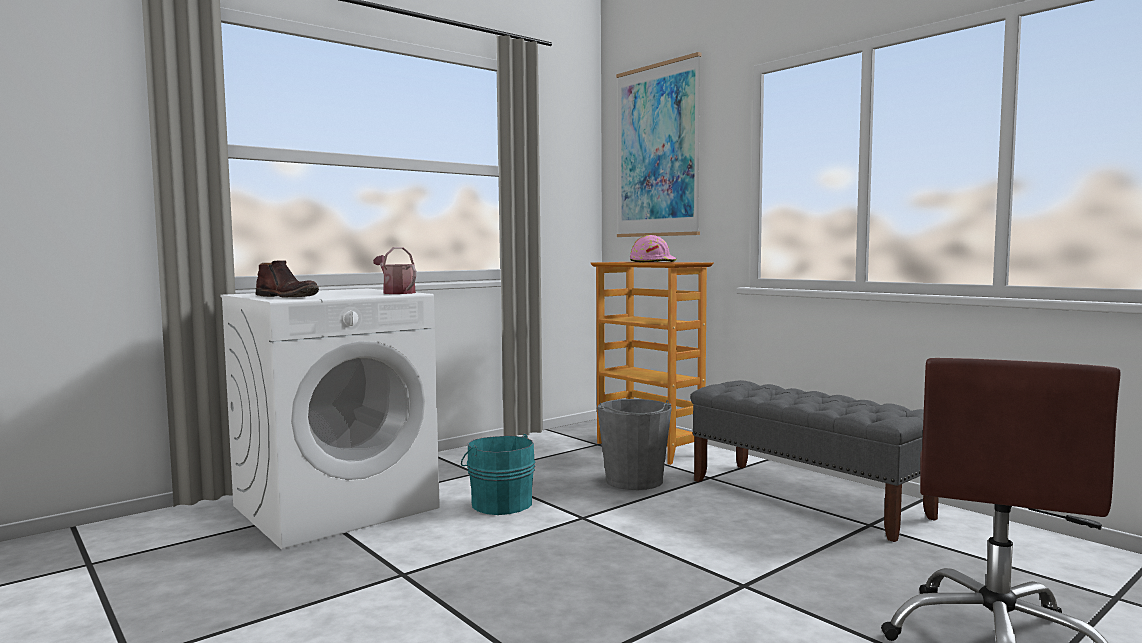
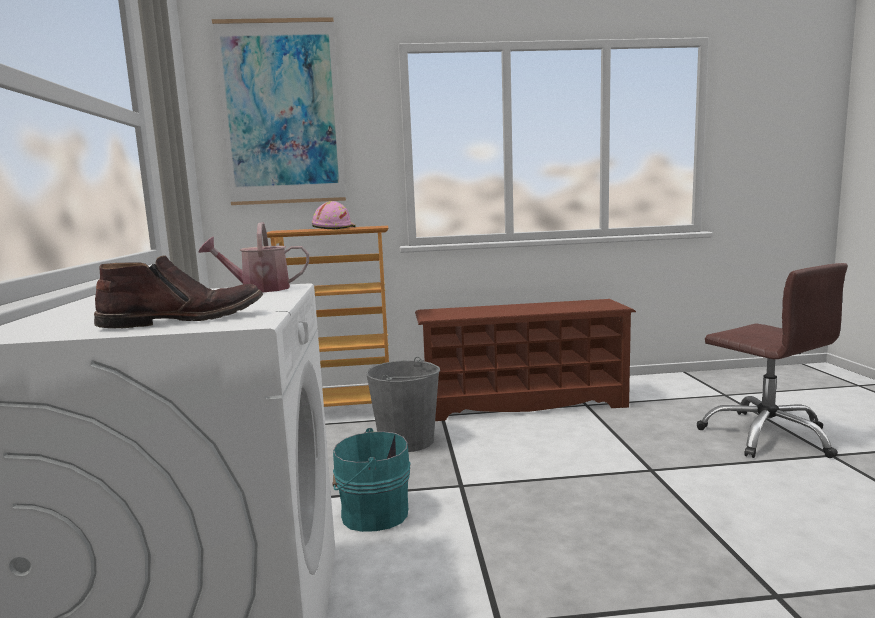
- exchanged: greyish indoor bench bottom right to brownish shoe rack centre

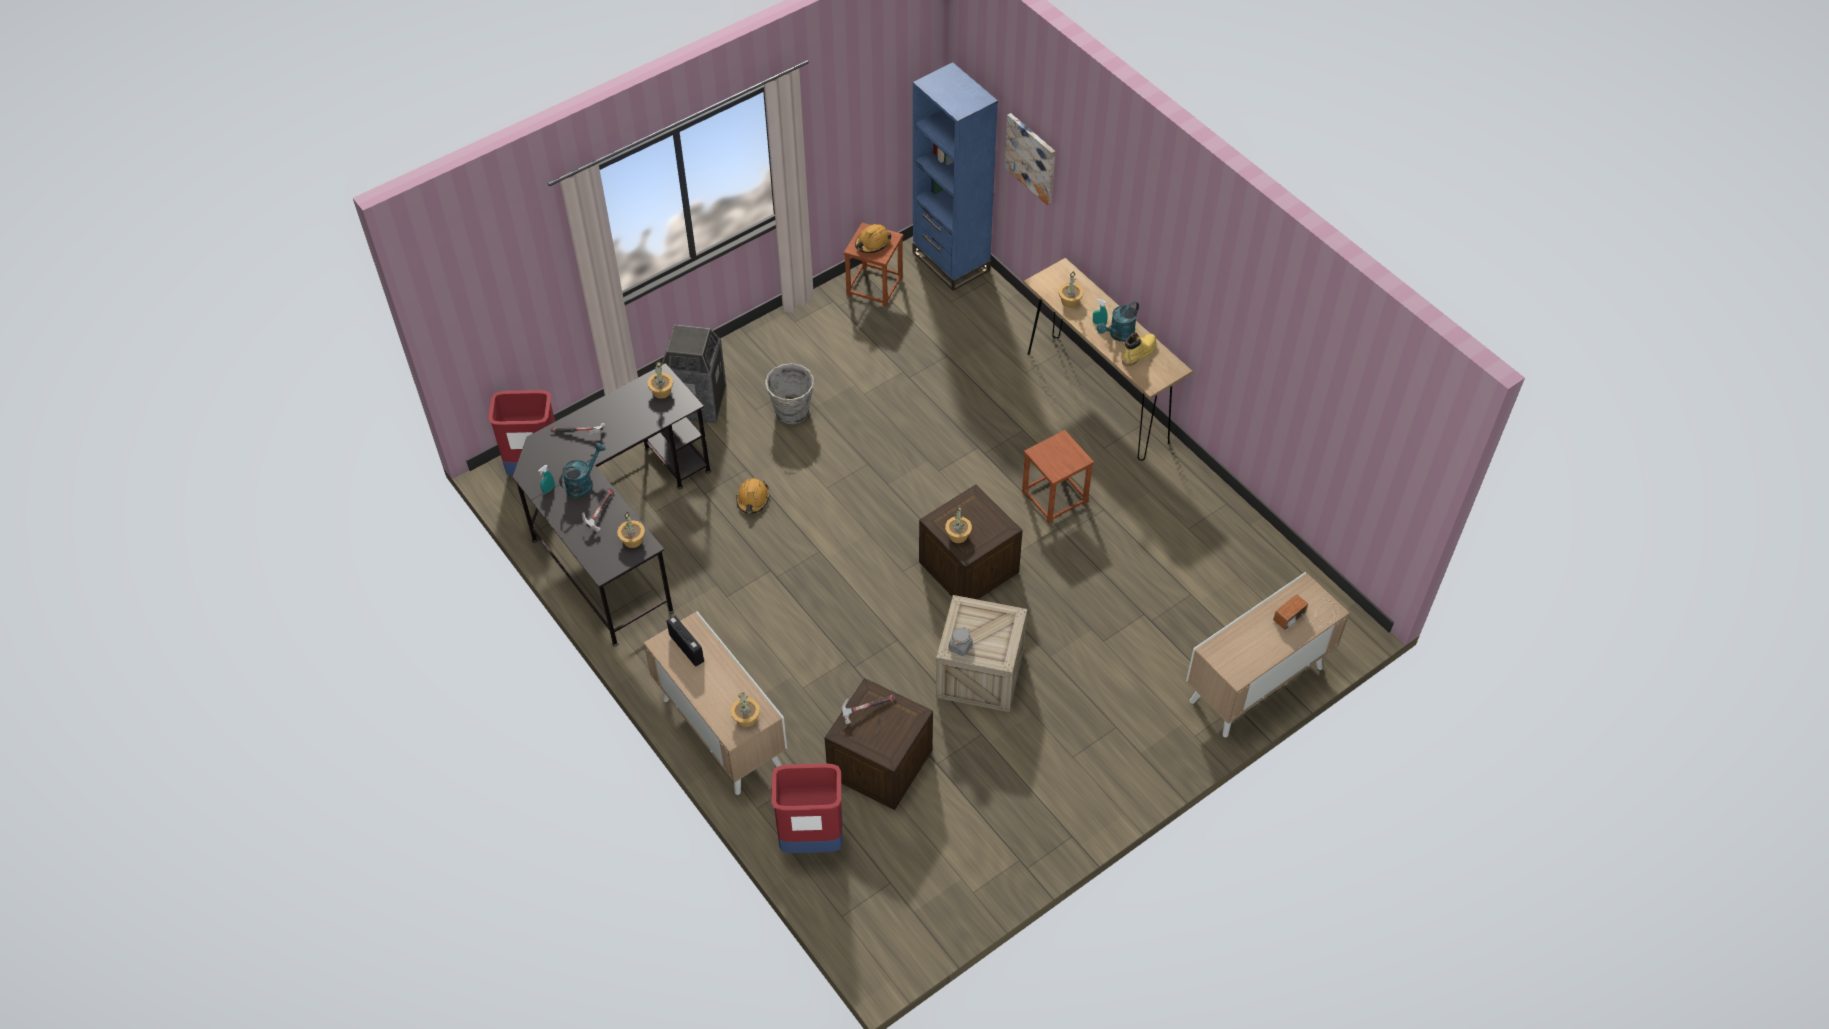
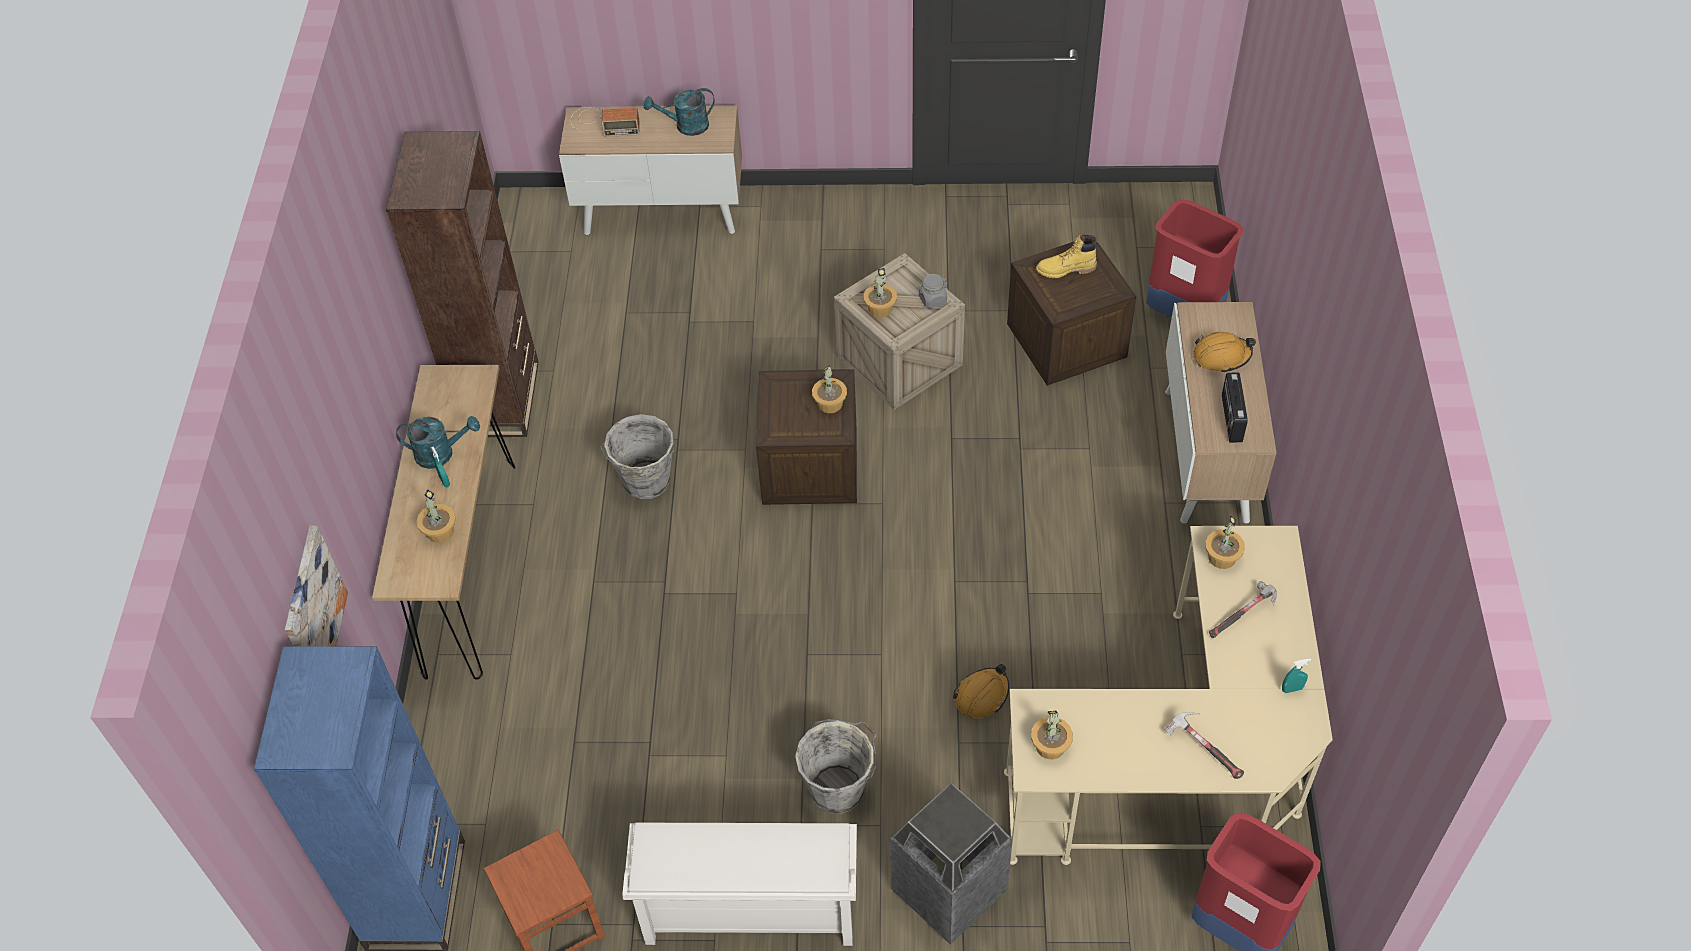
- missing: tool hammer (no. 3 from left) bottom centre
- appeared: brownish bookcase top left
- appeared: white shoe rack bottom centre
- relocated: blue-green watering can (no. 1 from left in the first image) middle left to blue-green watering can (no. 2 from left) top centre
- relocated: houseplant (no. 3 from left) bottom centre to top centre
- relocated: orangey hard hat (no. 2 from left) top centre to middle right
- relocated: yellow high-top boot centre to top centre
- exchanged: brownish stool seat (no. 2 from left) centre to greyish bucket (no. 1 from left) centre
- colour: blackish desk unit centre to beige-coloured desk unit bottom right

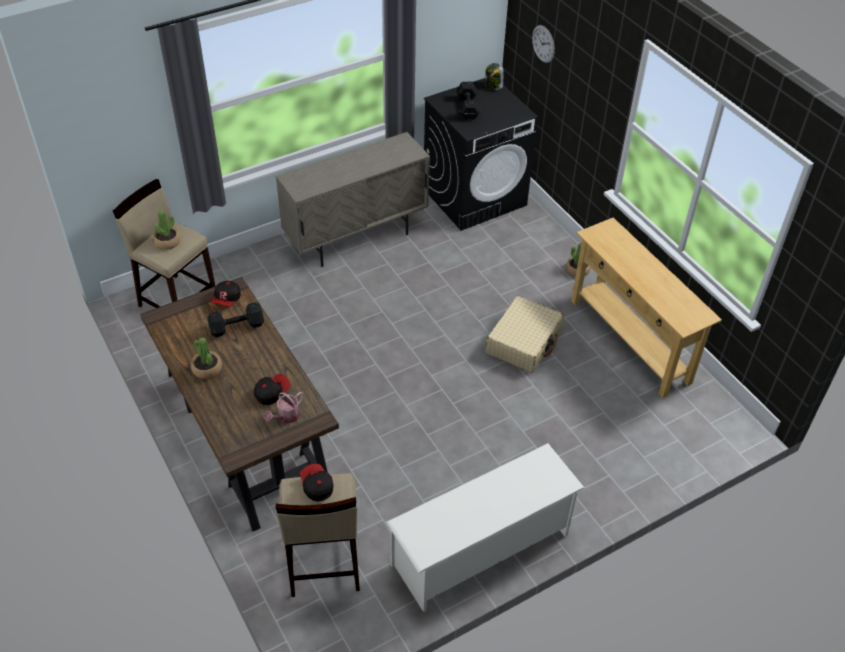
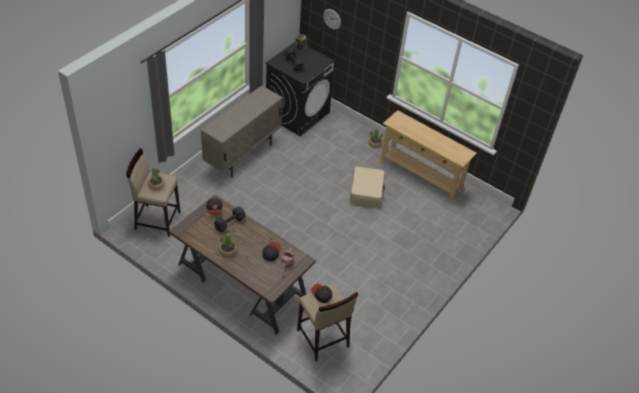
- missing: white shoe rack bottom centre

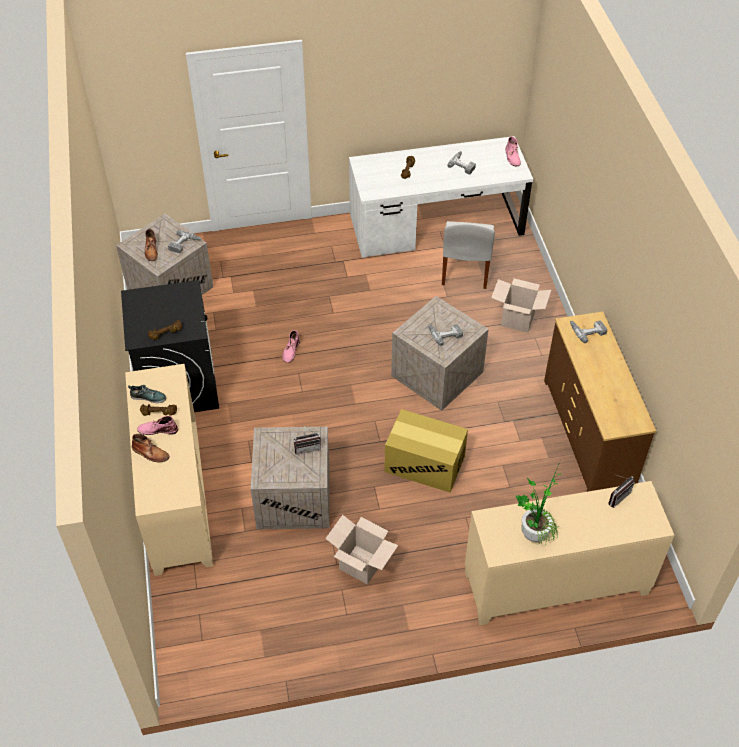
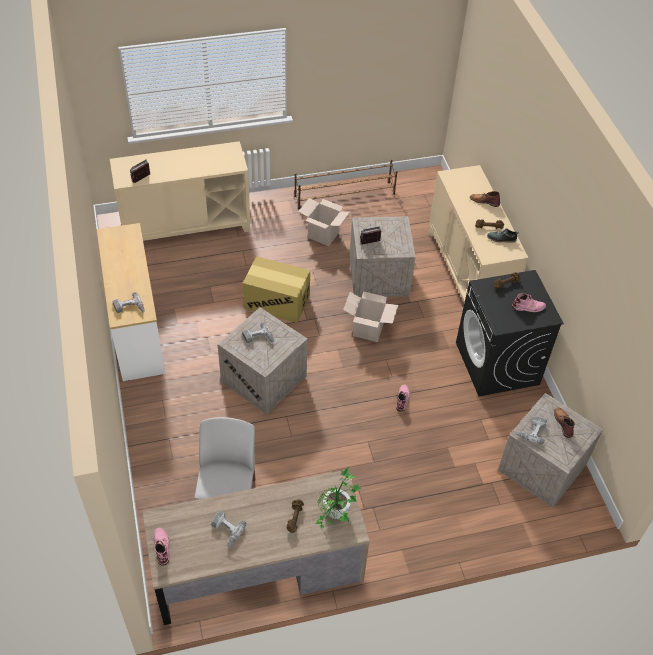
- appeared: brownish shoe rack top centre
- relocated: pinkish high-top boot (no. 1 from left in the first image) middle left to pinkish high-top boot (no. 3 from left) middle right
- relocated: cardboard box (no. 3 from left) middle right to centre
- relocated: houseplant bottom right to bottom centre
- colour: white desk unit top centre to brownish desk unit bottom centre
- colour: brownish drawer chest middle right to white drawer chest middle left

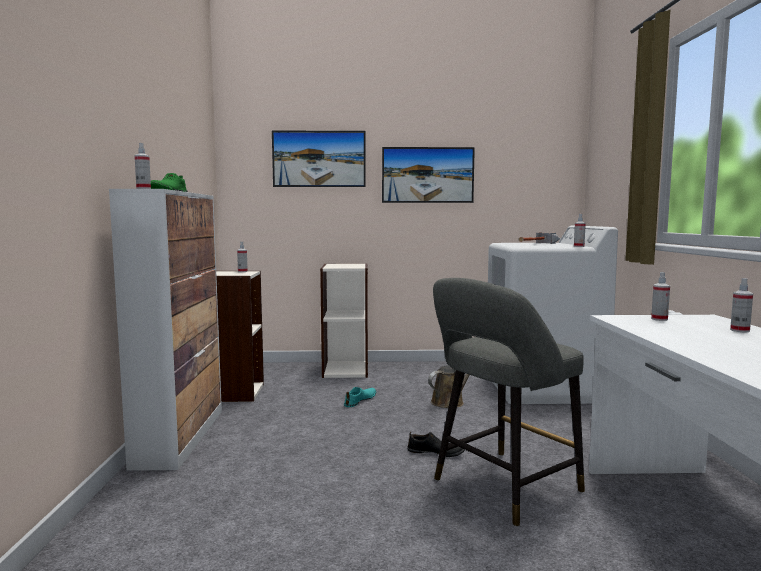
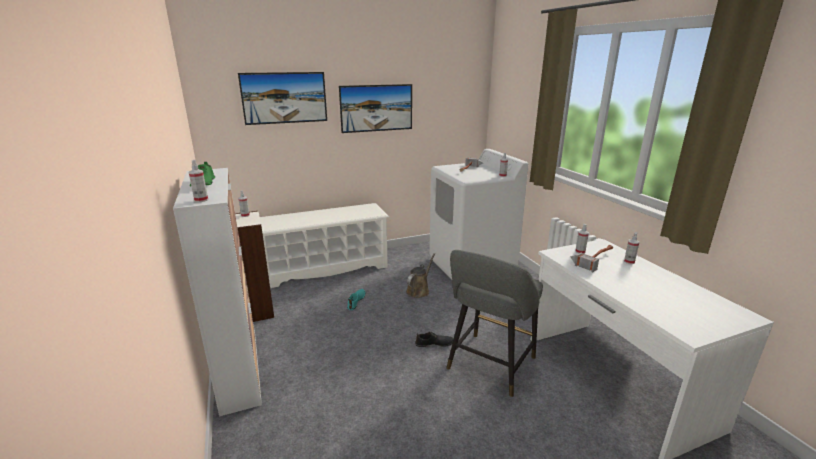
- appeared: tool hammer (no. 2 from left) middle right
- exchanged: bookcase (no. 2 from left) centre to white shoe rack centre

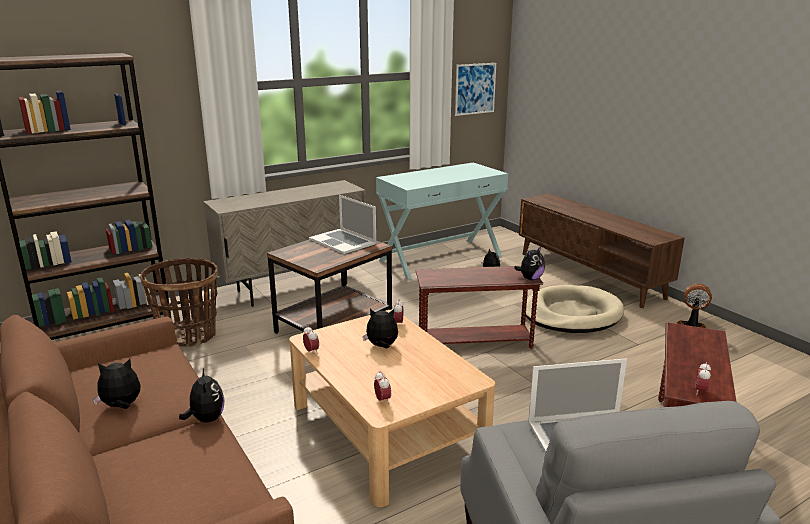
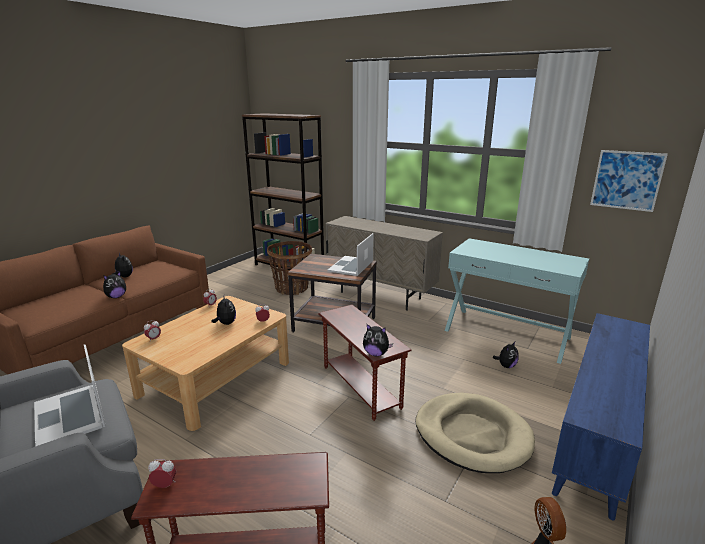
- colour: brownish tv stand middle right to blue-coloured tv stand bottom right

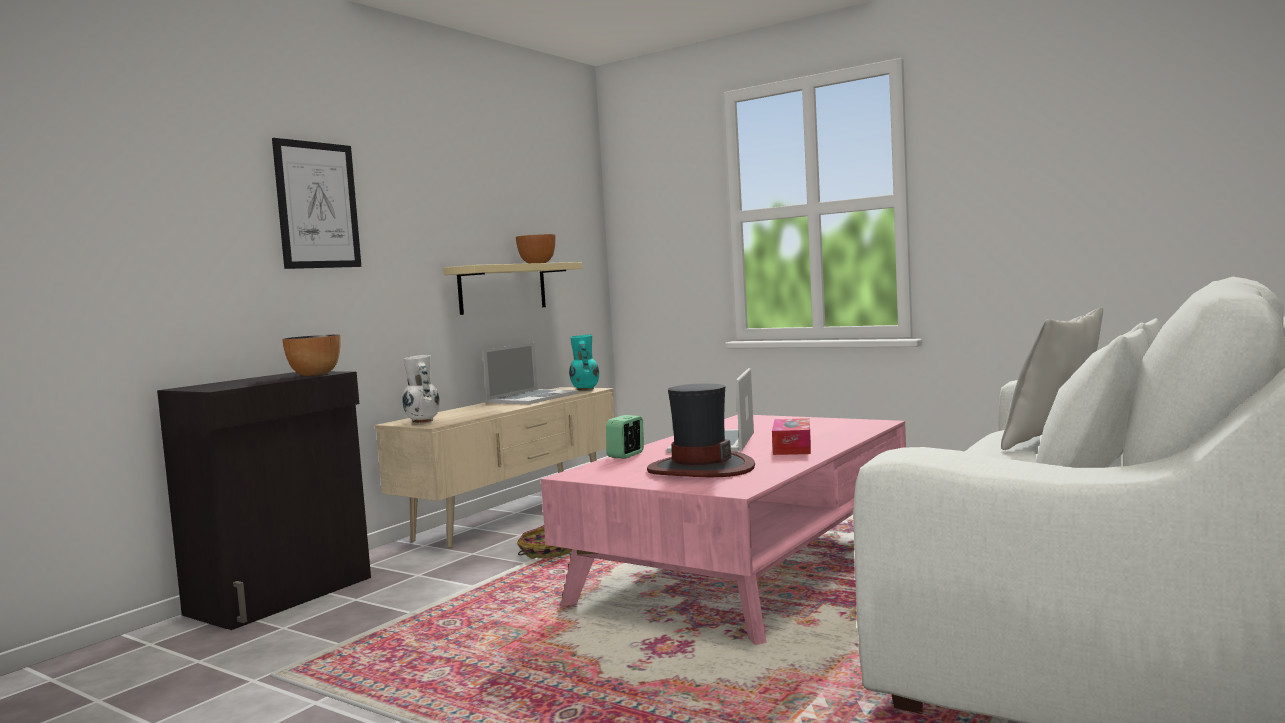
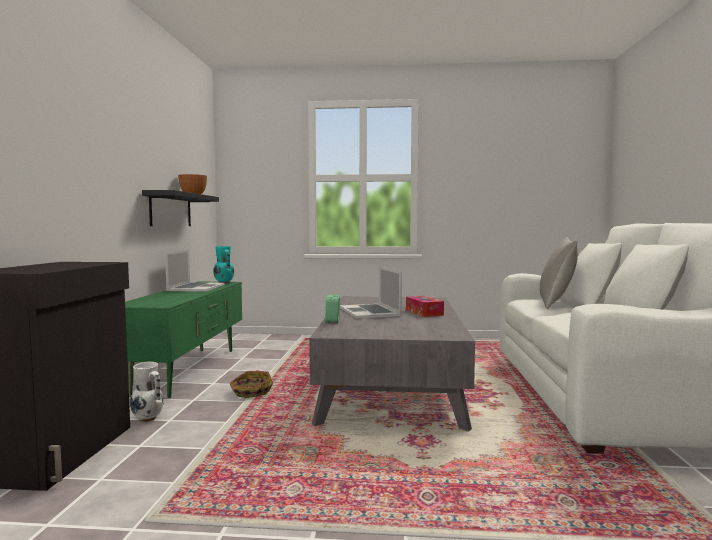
- missing: picture top left
- missing: bowl (no. 1 from left) middle left
- missing: clothing hat centre
- relocated: white decorative vase middle left to bottom left
- colour: beige-coloured tv stand centre to greenish tv stand middle left
- colour: beige-coloured bracket shelf centre to blackish bracket shelf middle left
- colour: pinkish lounge table bottom centre to greyish lounge table bottom centre

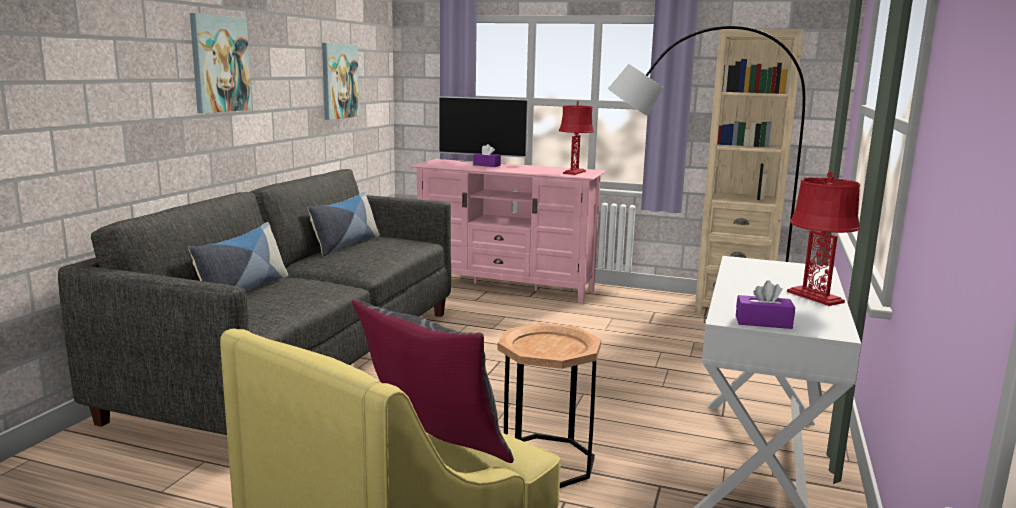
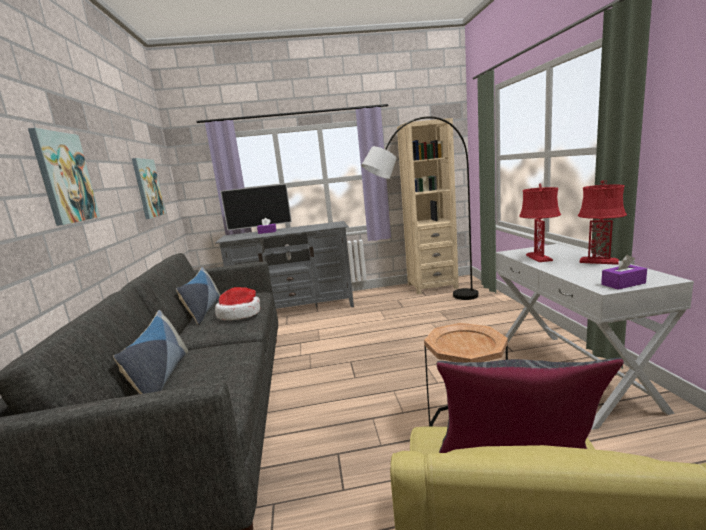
- appeared: clothing hat centre
- relocated: red table lamp (no. 1 from left) top centre to middle right
- colour: pinkish tv stand centre to greyish tv stand centre

